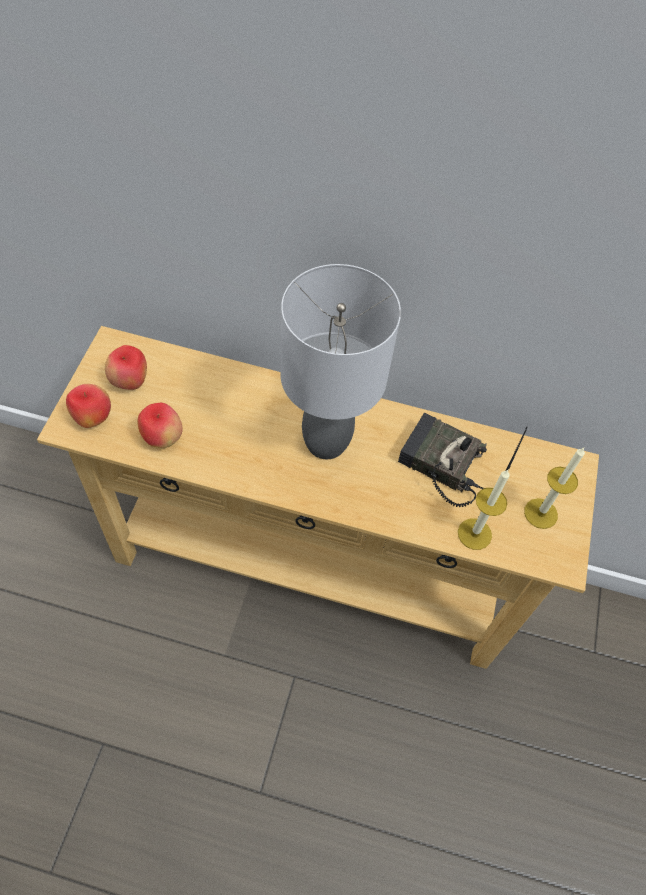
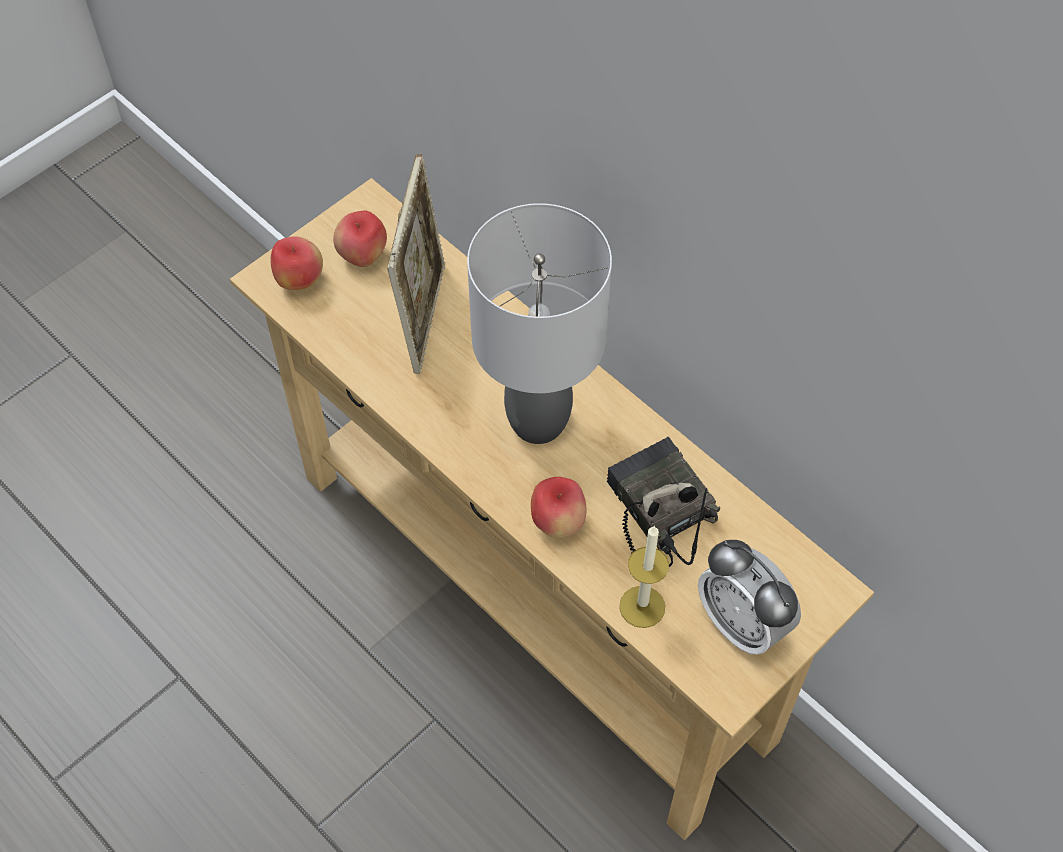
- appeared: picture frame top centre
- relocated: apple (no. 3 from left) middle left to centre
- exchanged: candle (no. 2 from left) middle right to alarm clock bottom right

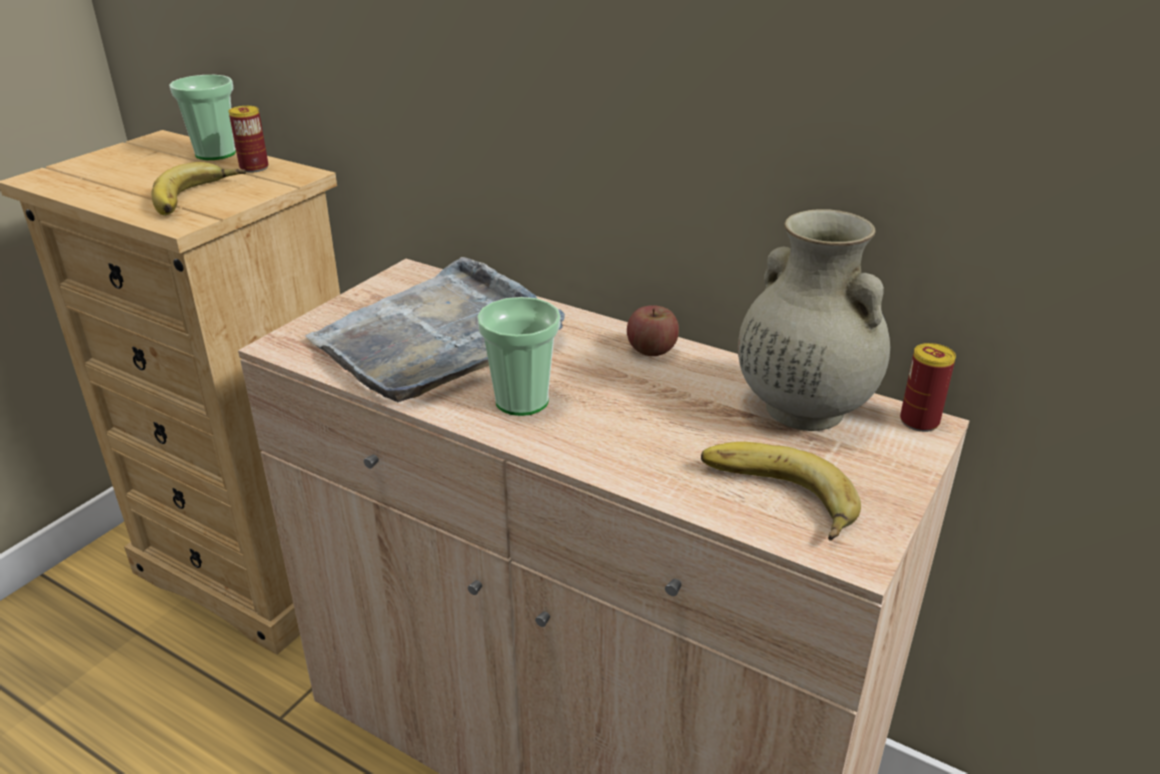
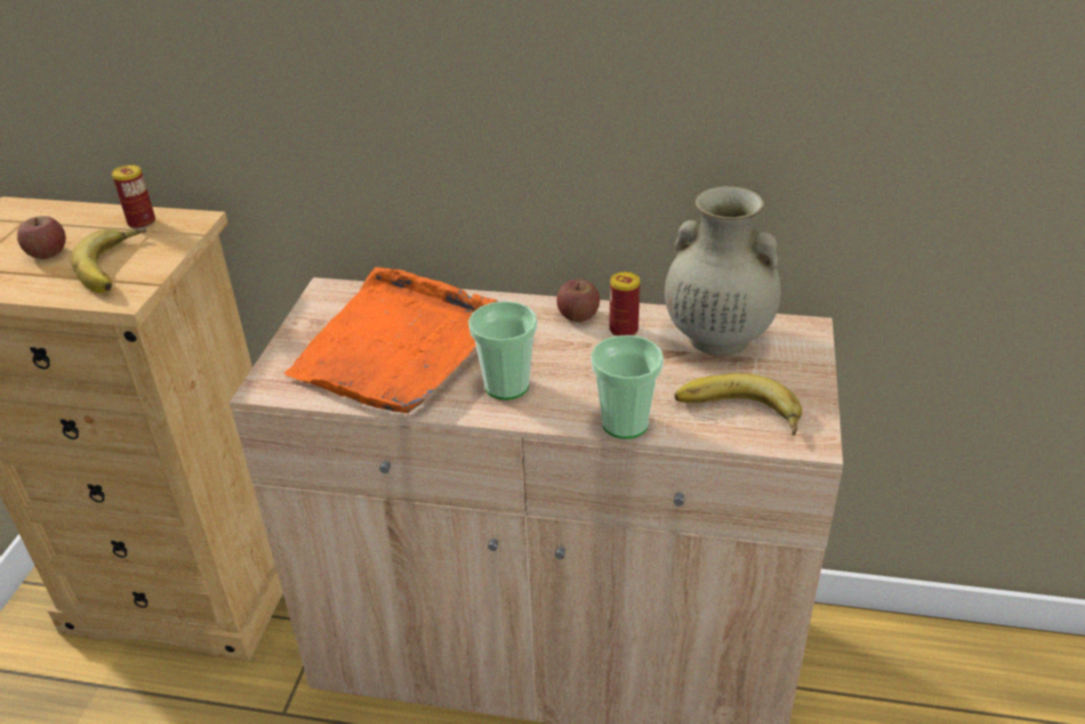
- appeared: apple (no. 1 from left) top left
- relocated: cup (no. 1 from left in the first image) top left to cup (no. 2 from left) centre
- relocated: sealed can (no. 2 from left) middle right to centre
- colour: greyish serving tray centre to orangey serving tray centre

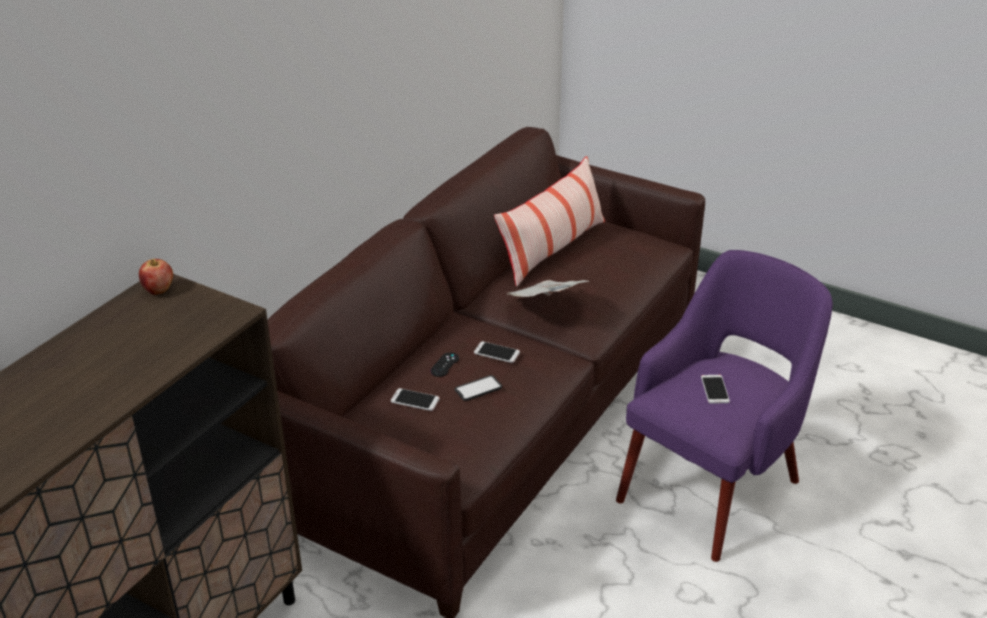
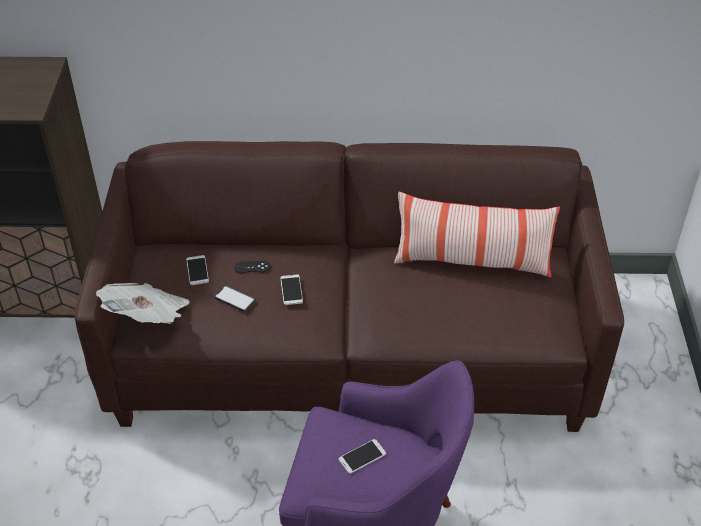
- missing: apple middle left
- relocated: daily paper centre to middle left

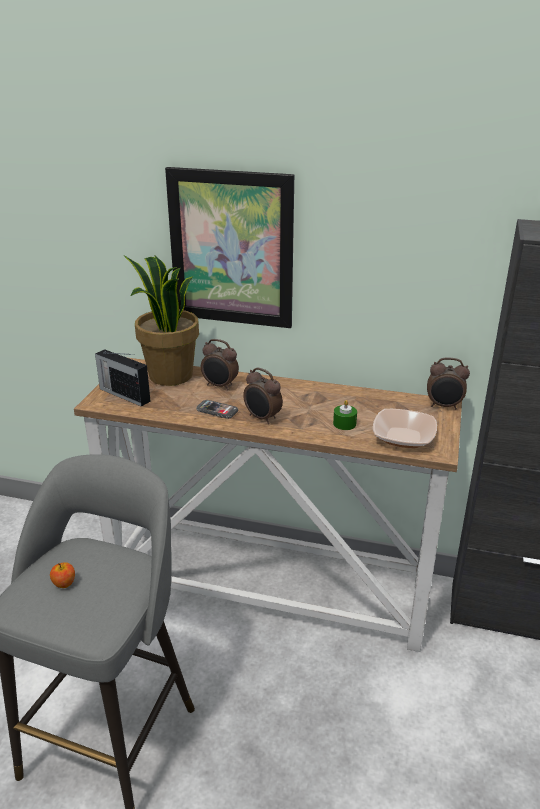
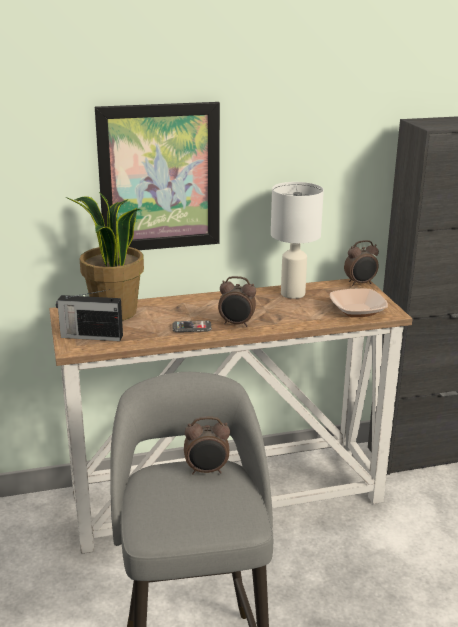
- missing: apple bottom left
- missing: greenish candle centre
- appeared: white table lamp centre
- relocated: alarm clock (no. 1 from left) centre to bottom centre

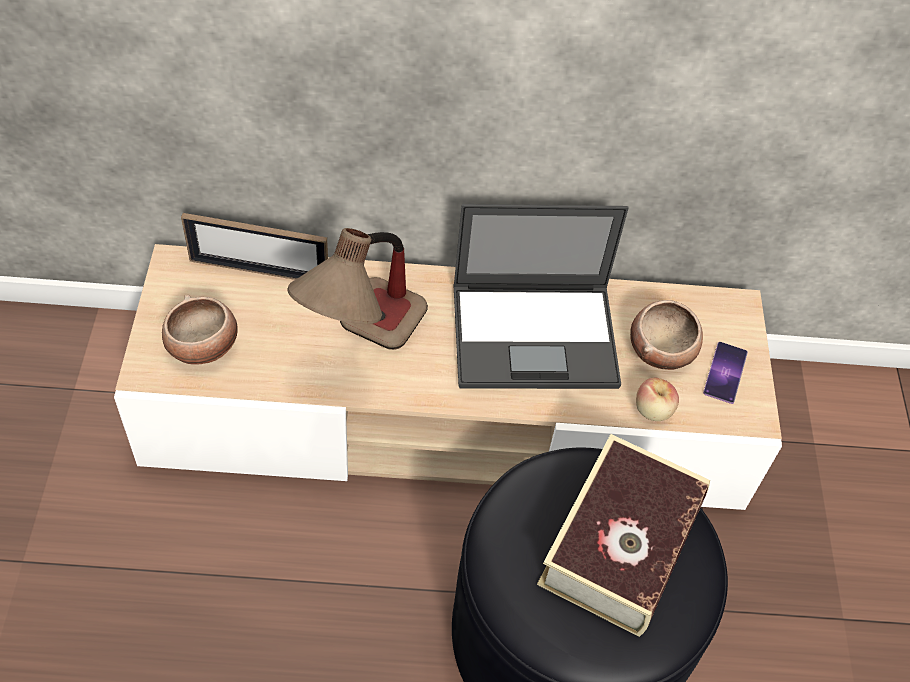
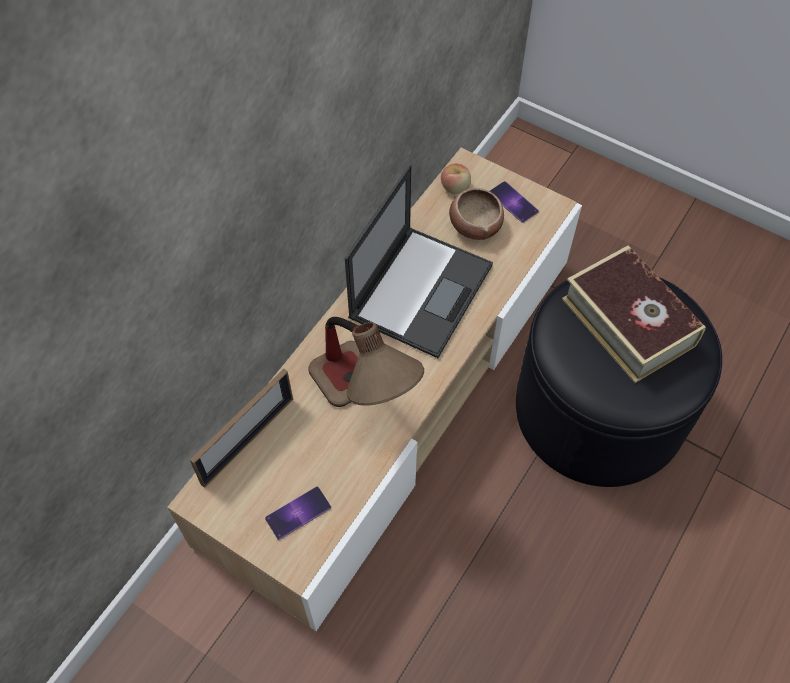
- relocated: apple middle right to top centre
- exchanged: bowl (no. 1 from left) middle left to handset (no. 1 from left) bottom centre

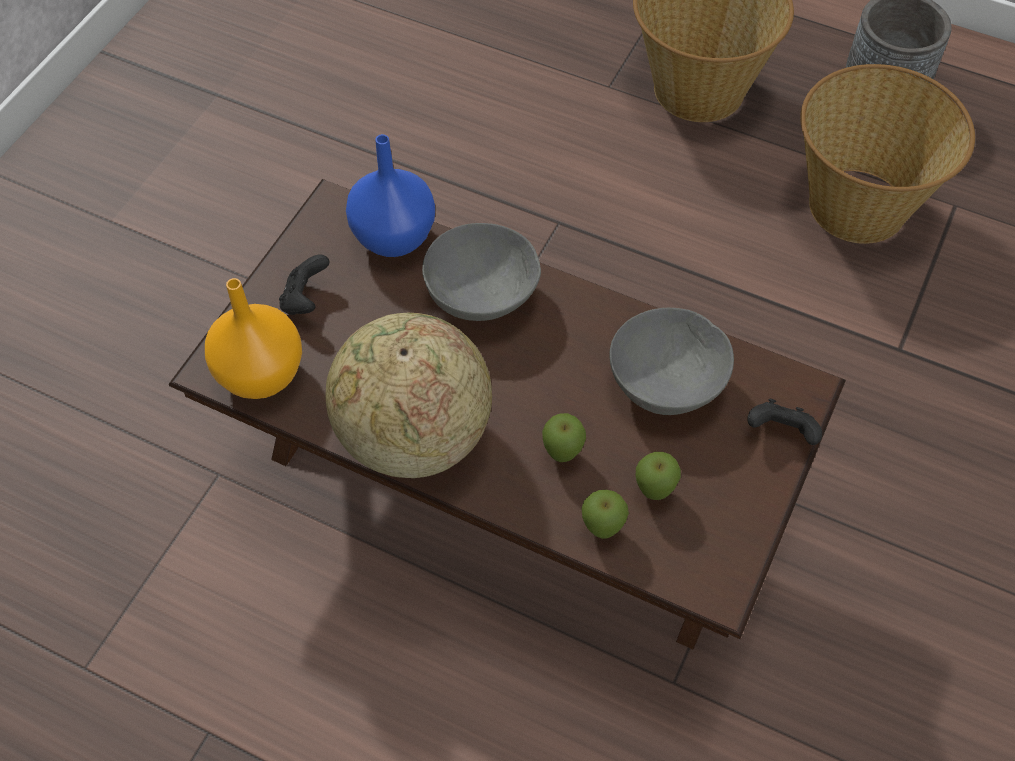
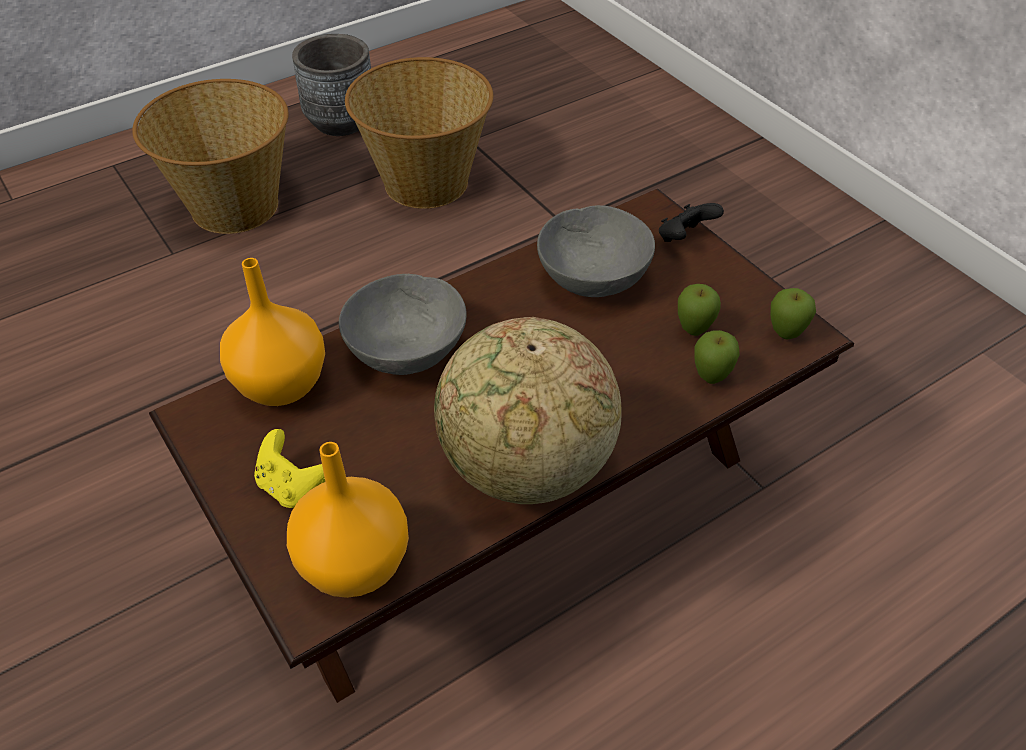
- relocated: apple (no. 1 from left in the first image) centre to apple (no. 3 from left) middle right
- colour: blackish gamepad (no. 1 from left) middle left to yellow gamepad middle left
- colour: blue-coloured decorative vase top centre to orangey decorative vase (no. 1 from left) middle left

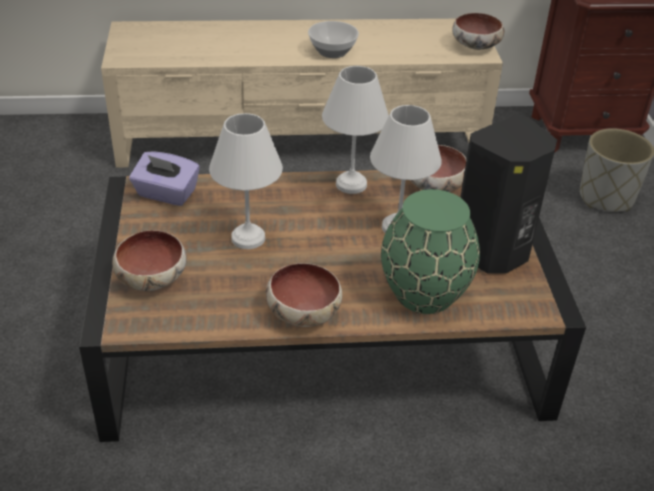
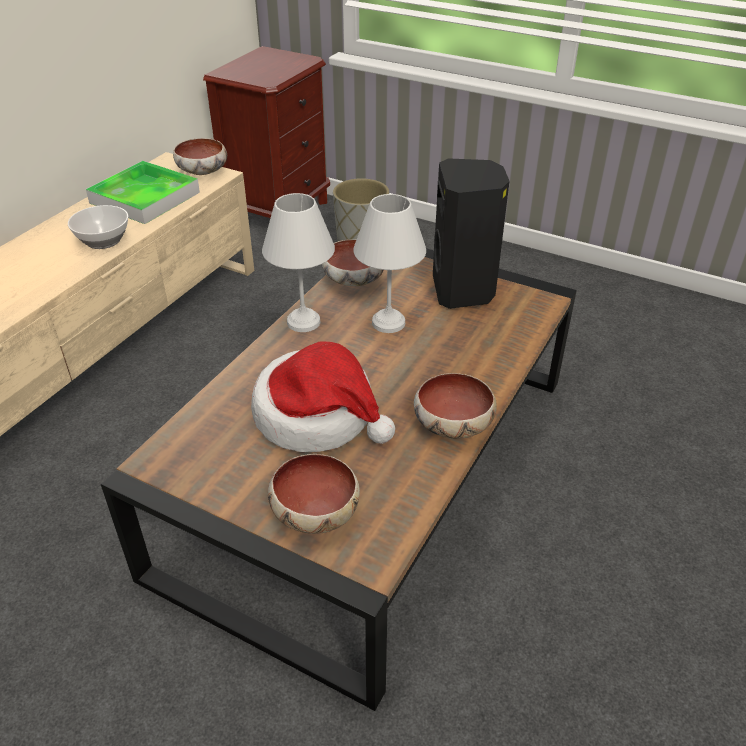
- missing: purplish tissue holder middle left
- missing: greenish decorative vase centre
- appeared: serving tray top left
- exchanged: white table lamp (no. 1 from left) centre to clothing hat centre

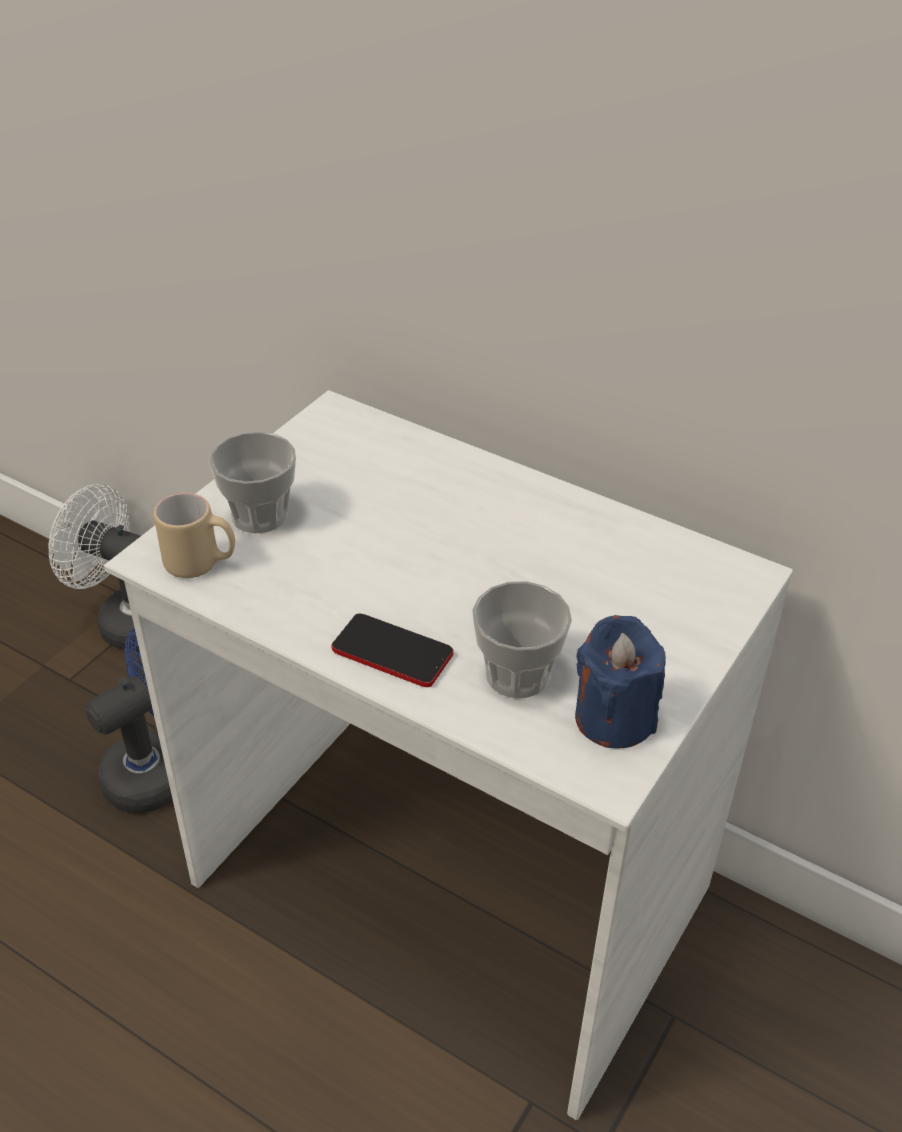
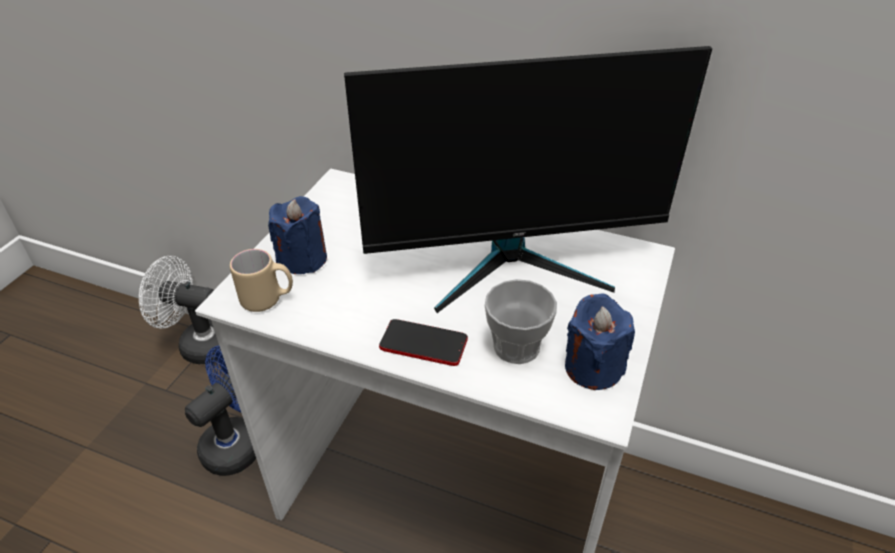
- appeared: computer display top centre
- exchanged: cup (no. 1 from left) middle left to blue-coloured candle (no. 1 from left) middle left

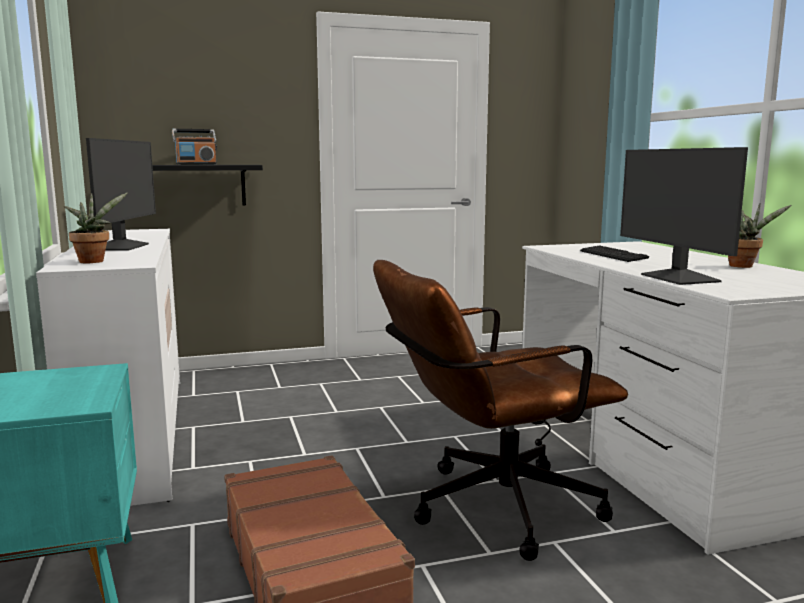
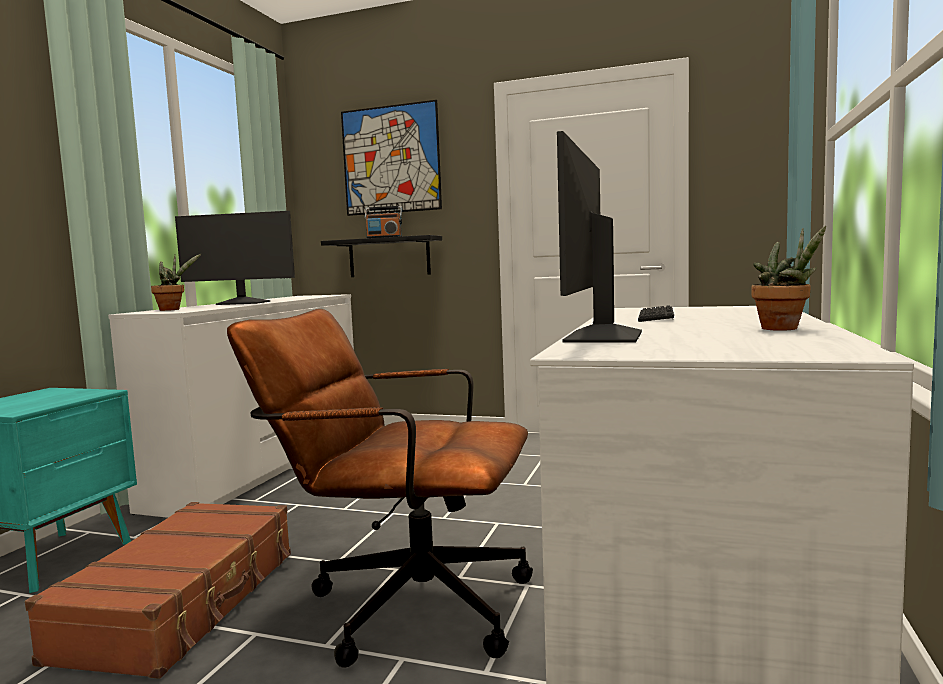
- appeared: picture top centre
- spun: computer display (no. 1 from left) top left = middle left 60 degrees clockwise

